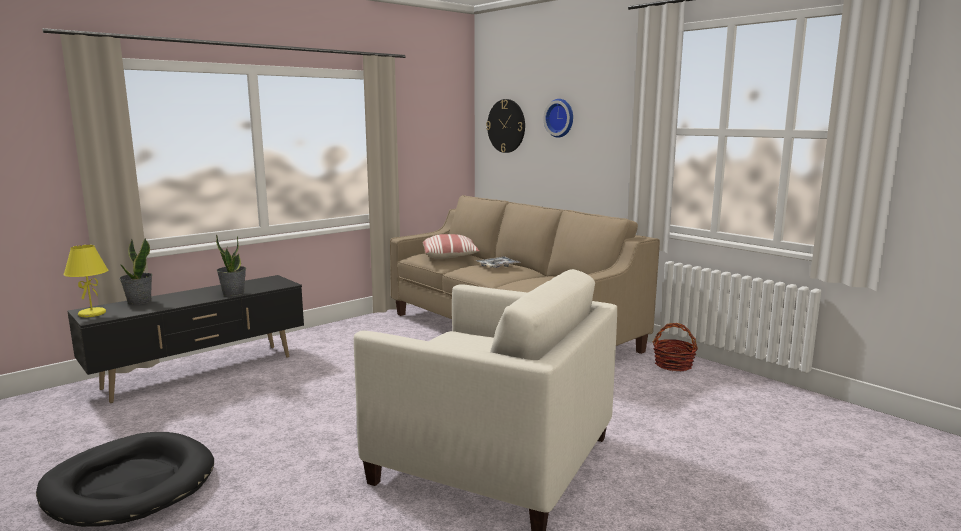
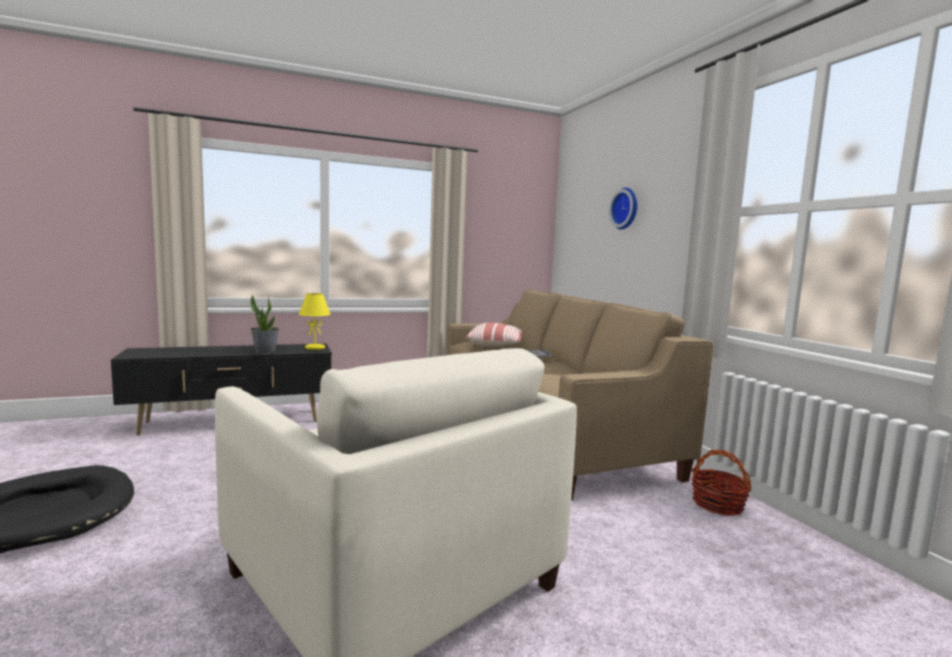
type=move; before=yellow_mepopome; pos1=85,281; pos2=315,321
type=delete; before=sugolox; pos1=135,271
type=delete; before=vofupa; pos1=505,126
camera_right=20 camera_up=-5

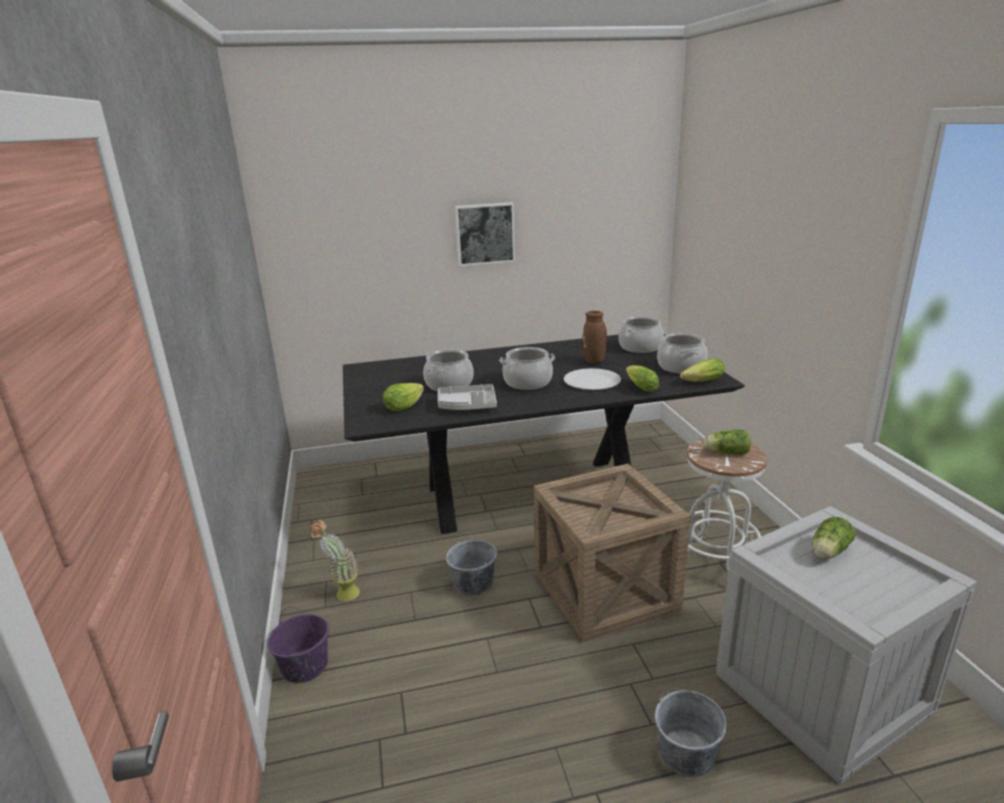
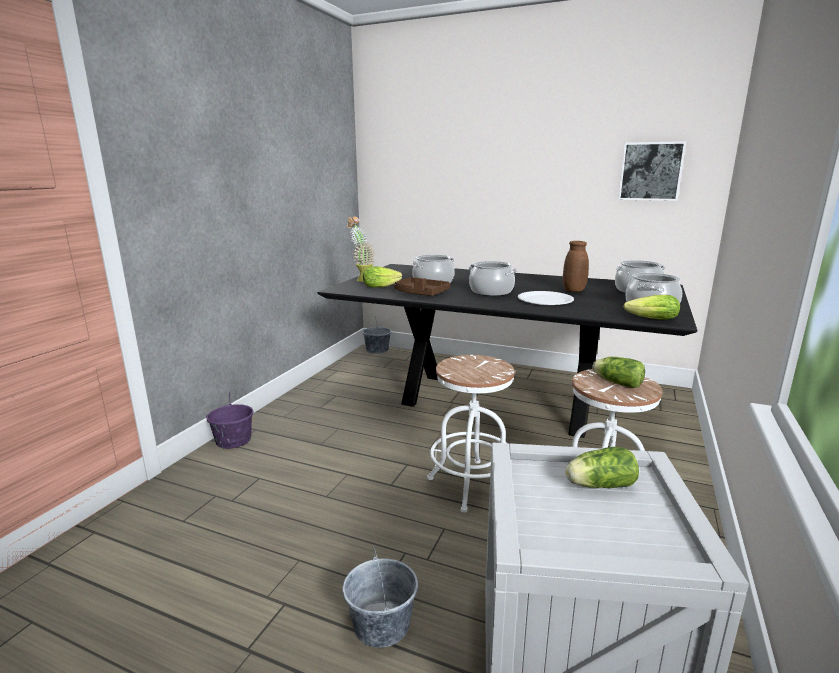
type=move; before=sugolox; pos1=335,560; pos2=361,249
type=move; before=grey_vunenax; pos1=471,563; pos2=377,335
type=recolor; before=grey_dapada; after=brown_dapada; pos1=467,397; pos2=422,286
type=replace; before=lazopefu; after=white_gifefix; pos1=612,553; pos2=471,433
type=move; before=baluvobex; pos1=485,234; pos2=652,171
type=delete; before=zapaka; pos1=642,378
camera_right=35 camera_up=-5

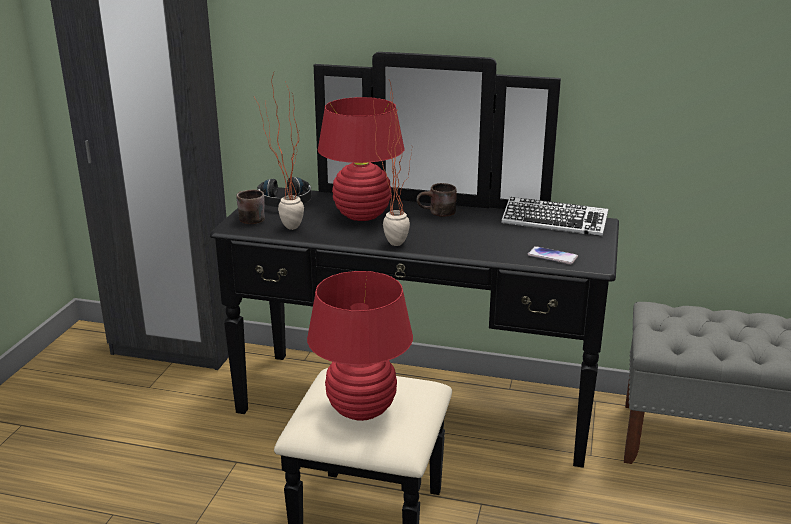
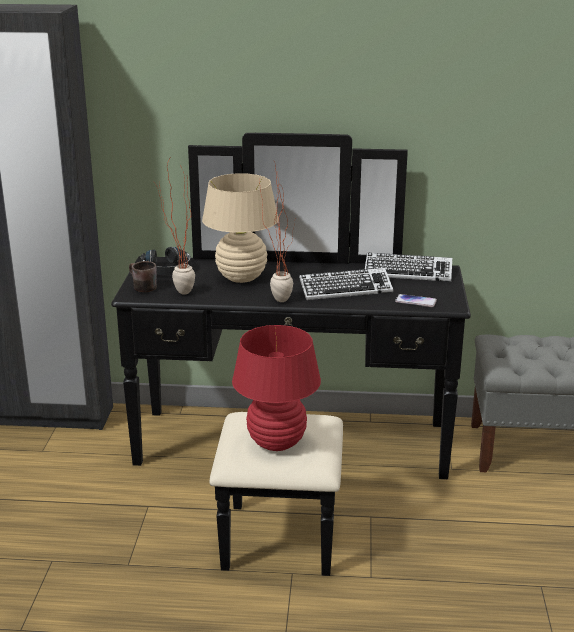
type=recolor; before=red_mepopome; after=beige_mepopome; pos1=361,159; pos2=240,228
type=insert; after=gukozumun; pos2=346,284
type=delete; before=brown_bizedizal; pos1=436,200
camera_right=-10 camera_up=0

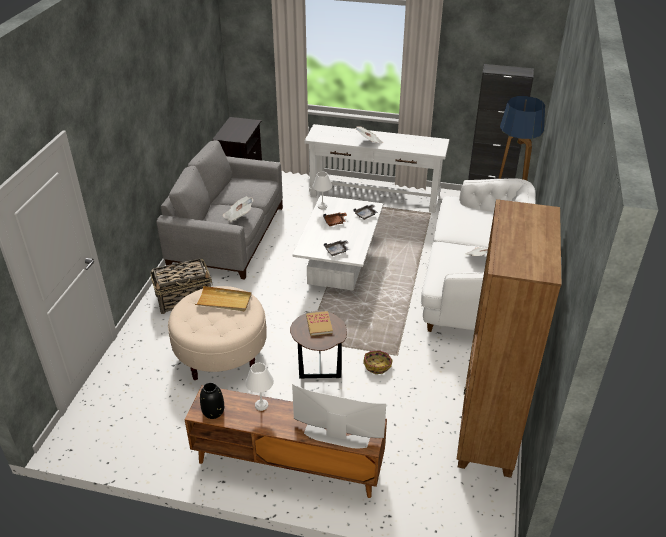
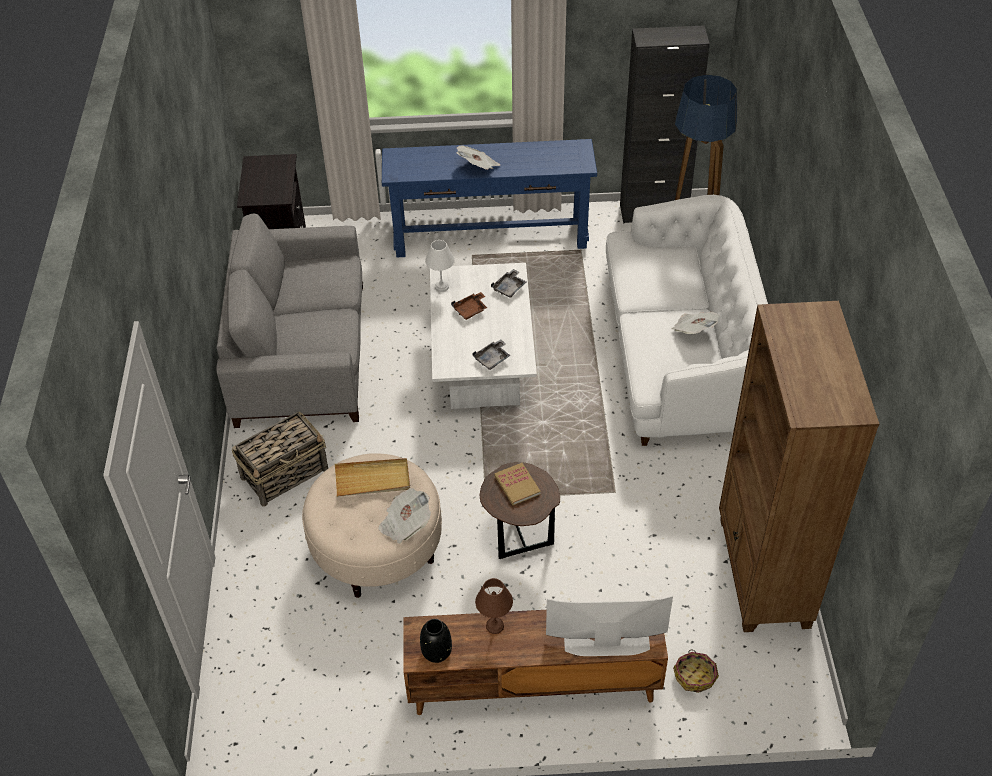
type=move; before=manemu; pos1=238,209; pos2=404,516
type=recolor; before=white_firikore; after=blue_firikore; pos1=377,168; pos2=489,198
type=recolor; before=white_mepopome; after=brown_mepopome; pos1=259,387; pos2=494,606
type=move; before=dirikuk; pos1=378,362; pos2=696,671
camera_right=-15 camera_up=10

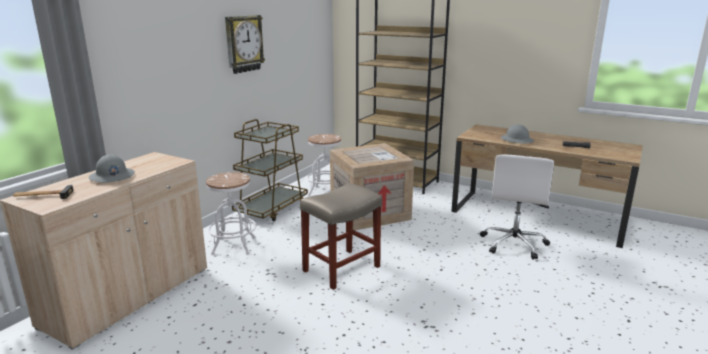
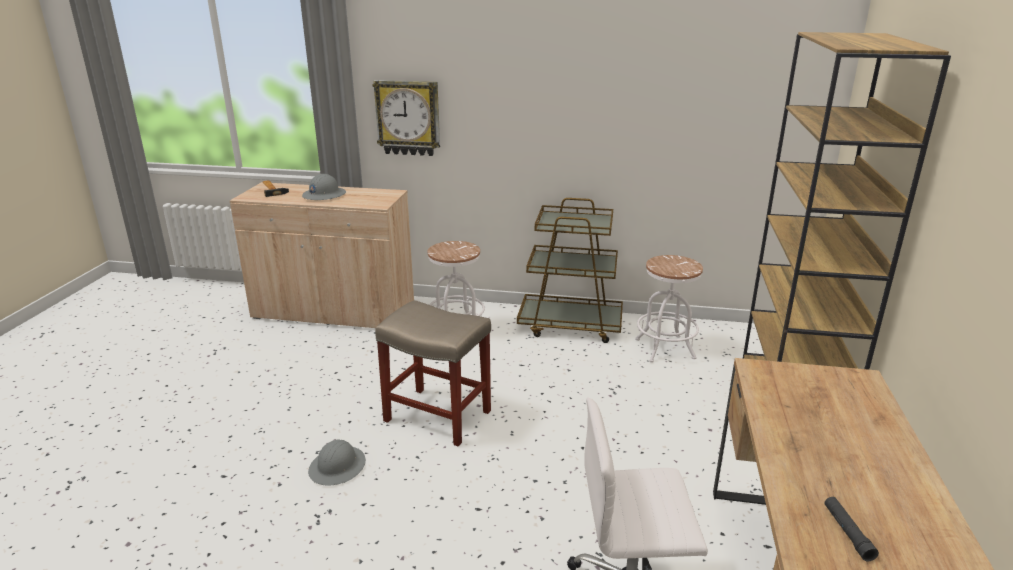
type=move; before=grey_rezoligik; pos1=517,134; pos2=337,462
type=move; before=vofupa; pos1=245,44; pos2=406,118
type=delete; before=lazopefu; pos1=372,186
camera_right=70 camera_up=5

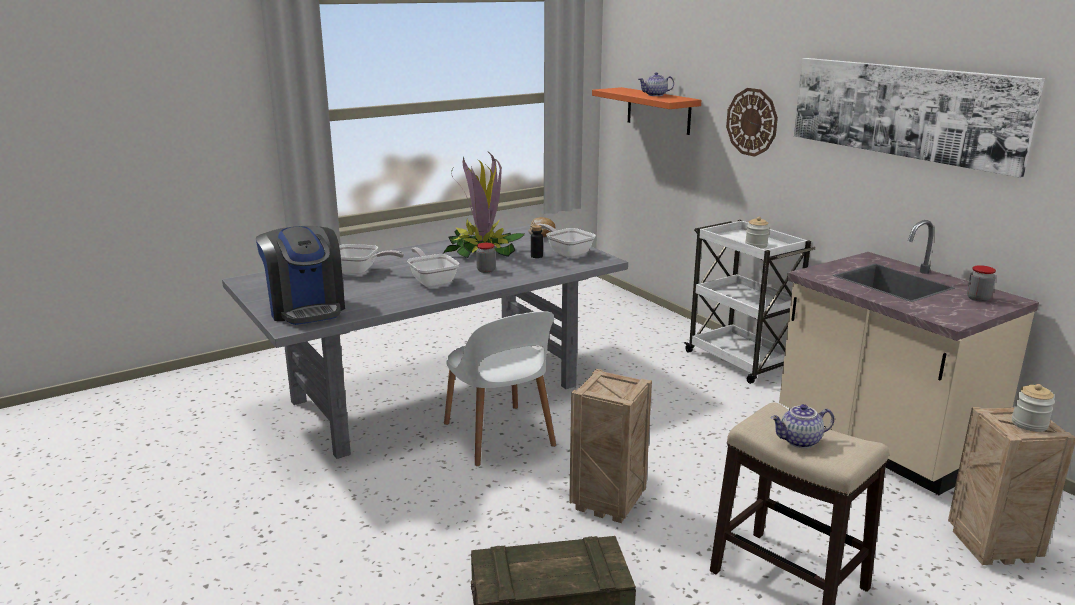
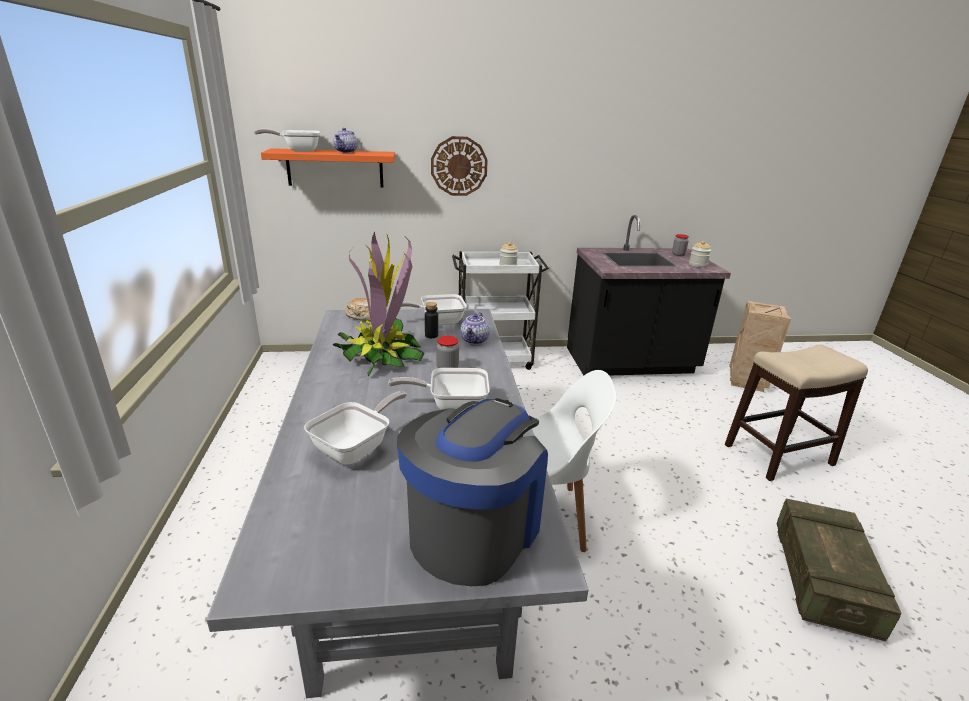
type=insert; after=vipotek; pos2=287,140
type=rotate; before=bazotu; pos1=300,275; pos2=472,492; turn=-60
type=move; before=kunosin; pos1=802,426; pos2=475,328
type=recolor; before=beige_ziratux; after=black_ziratux; pos1=909,357; pos2=649,295
type=move; before=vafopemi; pos1=1033,408; pos2=700,254
type=delete; before=lazopefu; pos1=610,446
type=delete; before=baluvobex; pos1=919,118
camera_right=-65 camera_up=5

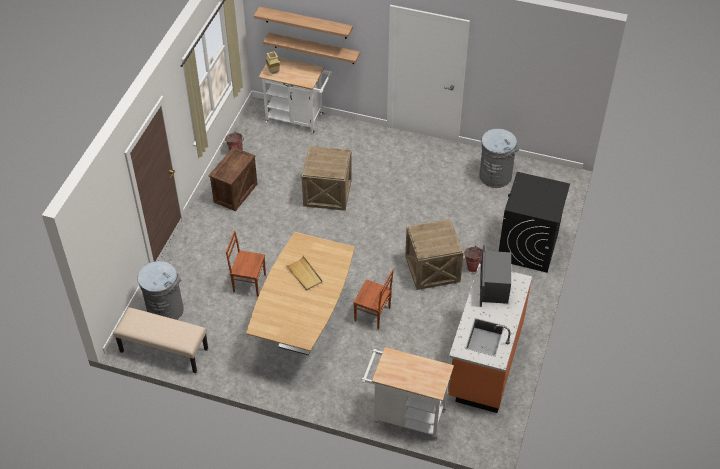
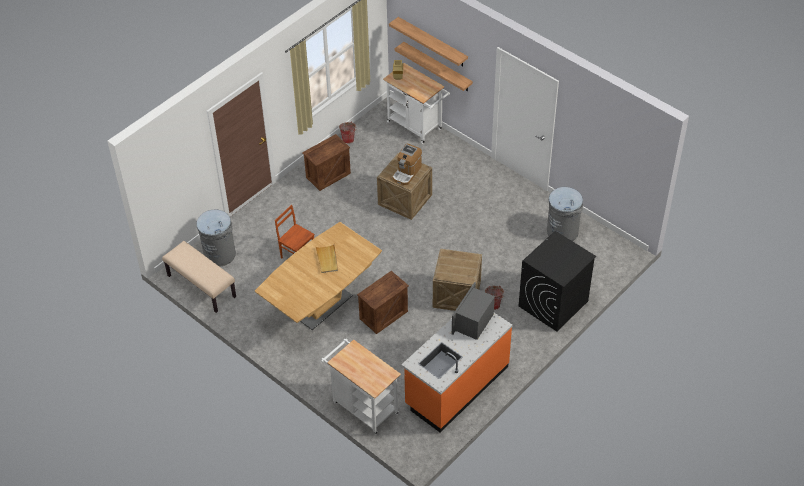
type=replace; before=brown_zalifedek; after=lazopefu; pos1=373,299; pos2=383,302
type=insert; after=bazotu; pos2=407,164
camera_right=25 camera_up=0

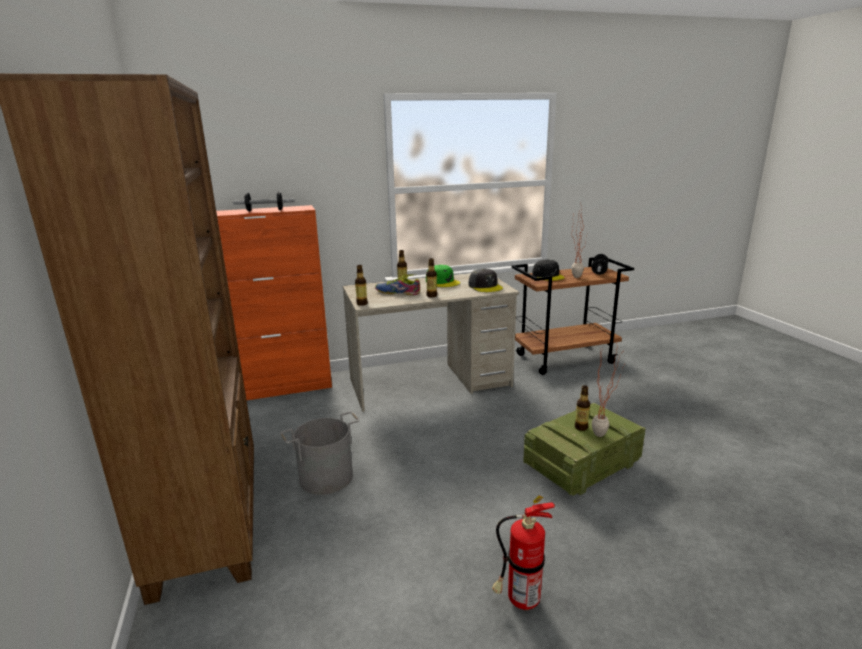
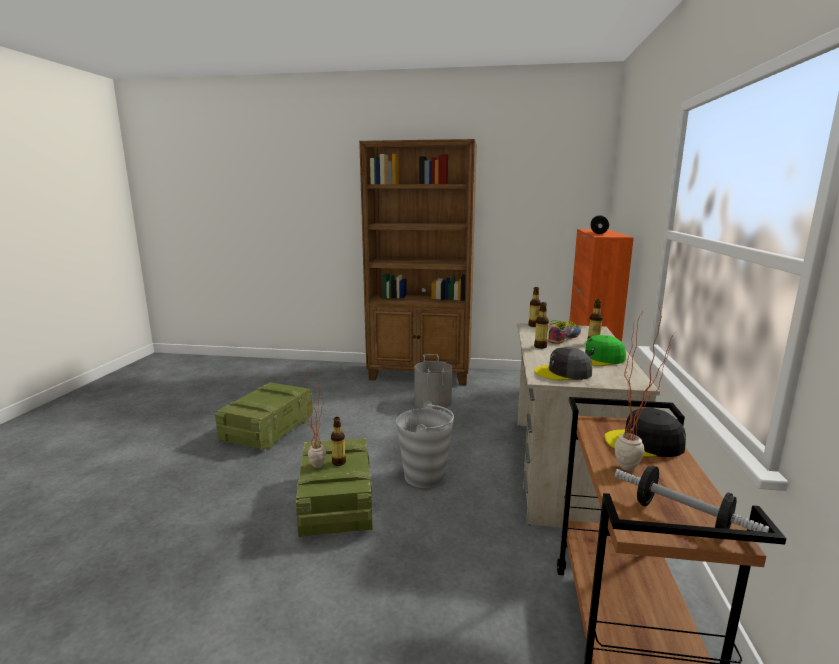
type=replace; before=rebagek; after=lazopefu; pos1=523,553; pos2=264,416
type=insert; after=grey_vunenax; pos2=425,444
camera_right=115 camera_up=-5

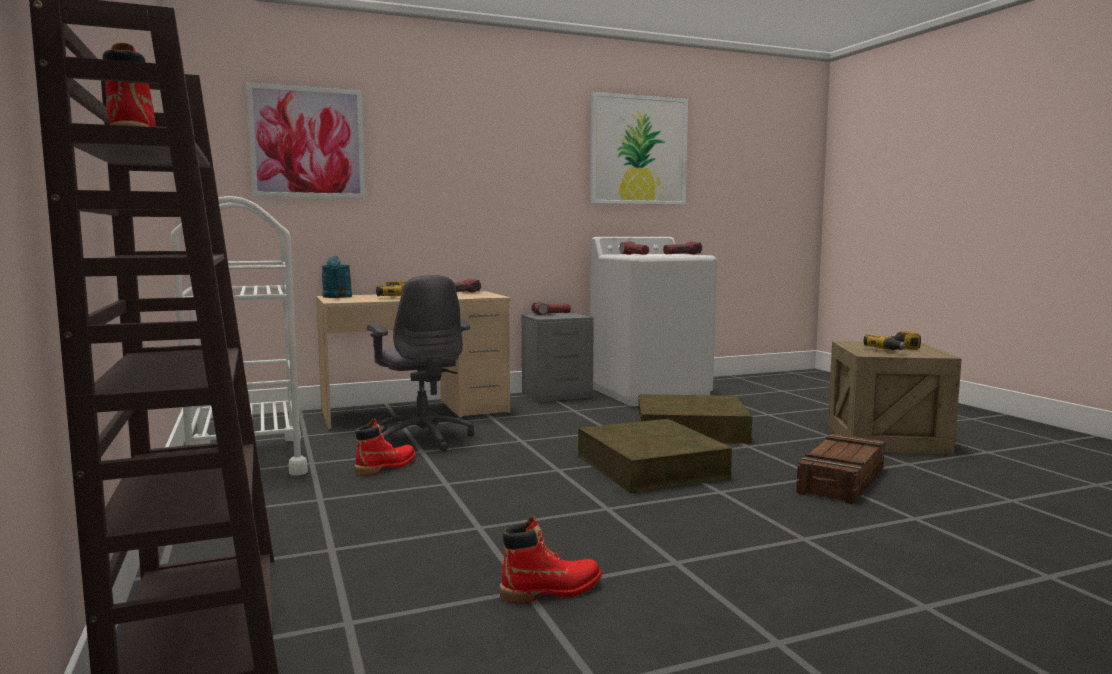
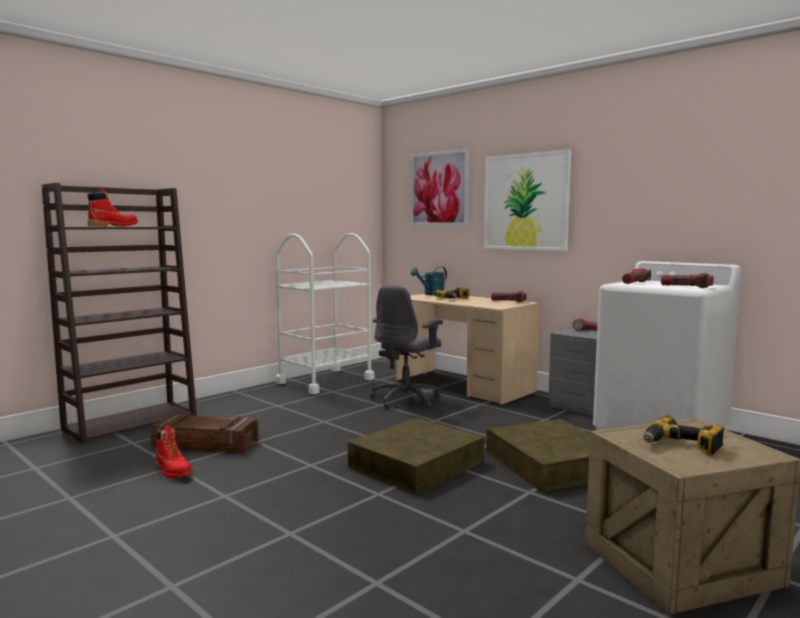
type=move; before=lazopefu; pos1=840,468; pos2=204,433
type=move; before=baluvobex; pos1=639,148; pos2=527,200
type=delete; before=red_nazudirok; pos1=385,447
camera_right=65 camera_up=0

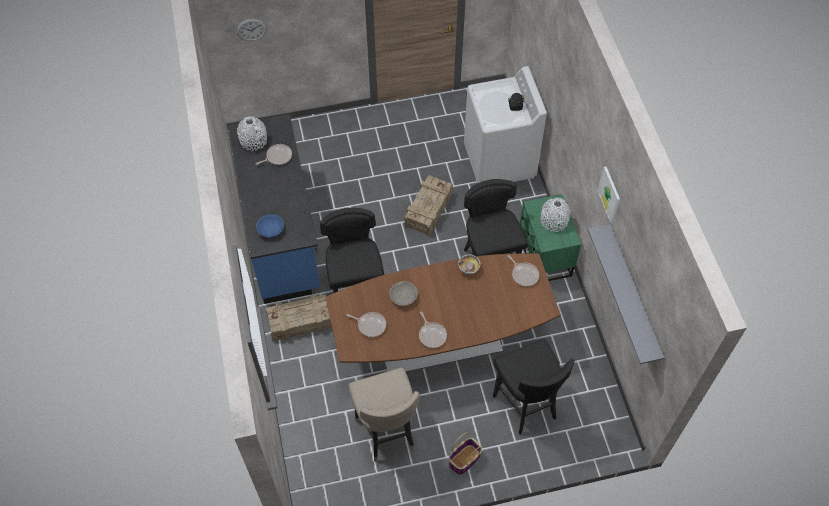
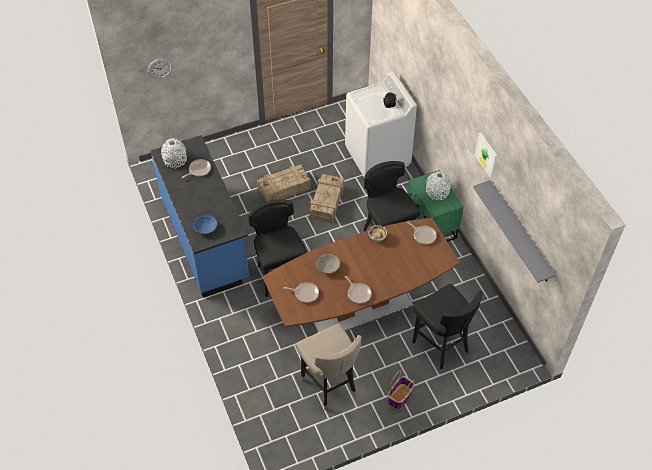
type=move; before=lazopefu; pos1=298,317; pos2=284,183
camera_right=-10 camera_up=-5

